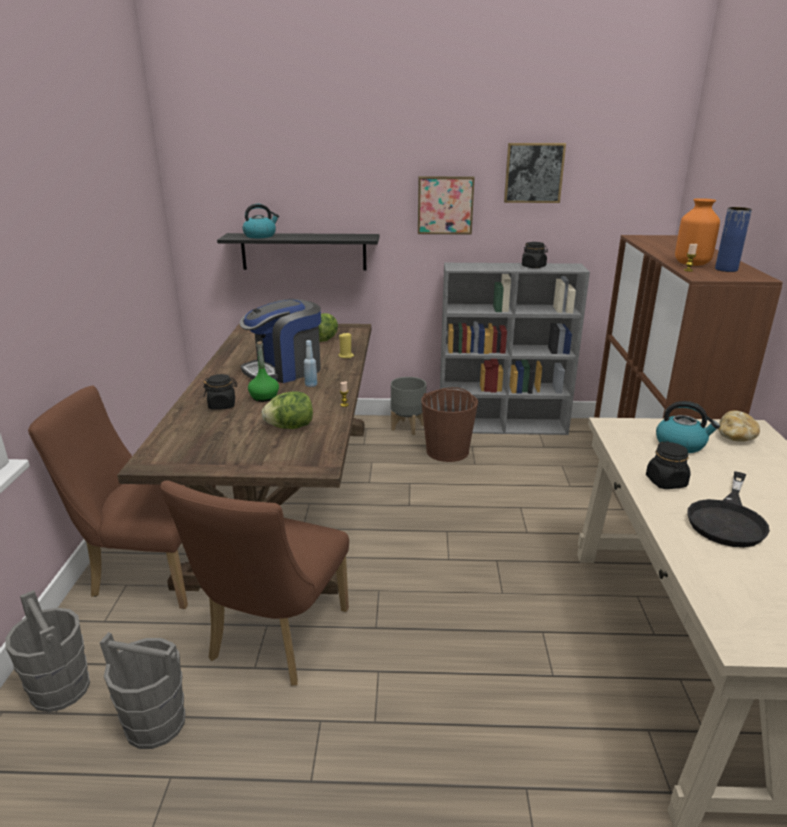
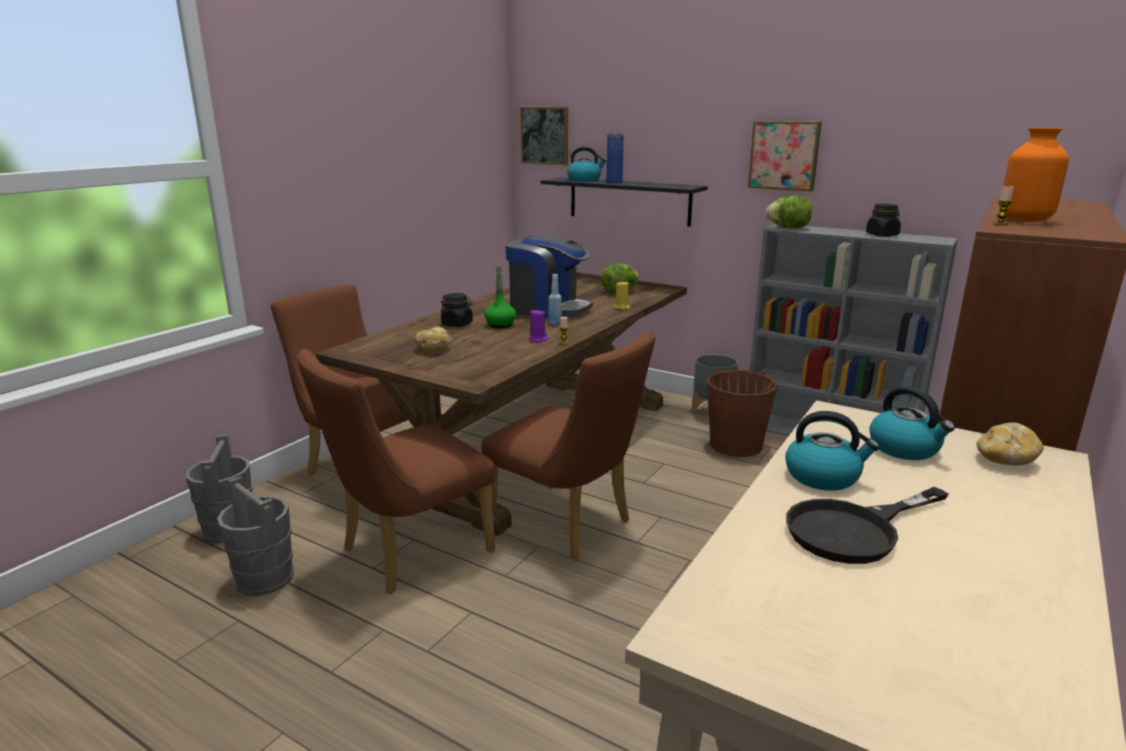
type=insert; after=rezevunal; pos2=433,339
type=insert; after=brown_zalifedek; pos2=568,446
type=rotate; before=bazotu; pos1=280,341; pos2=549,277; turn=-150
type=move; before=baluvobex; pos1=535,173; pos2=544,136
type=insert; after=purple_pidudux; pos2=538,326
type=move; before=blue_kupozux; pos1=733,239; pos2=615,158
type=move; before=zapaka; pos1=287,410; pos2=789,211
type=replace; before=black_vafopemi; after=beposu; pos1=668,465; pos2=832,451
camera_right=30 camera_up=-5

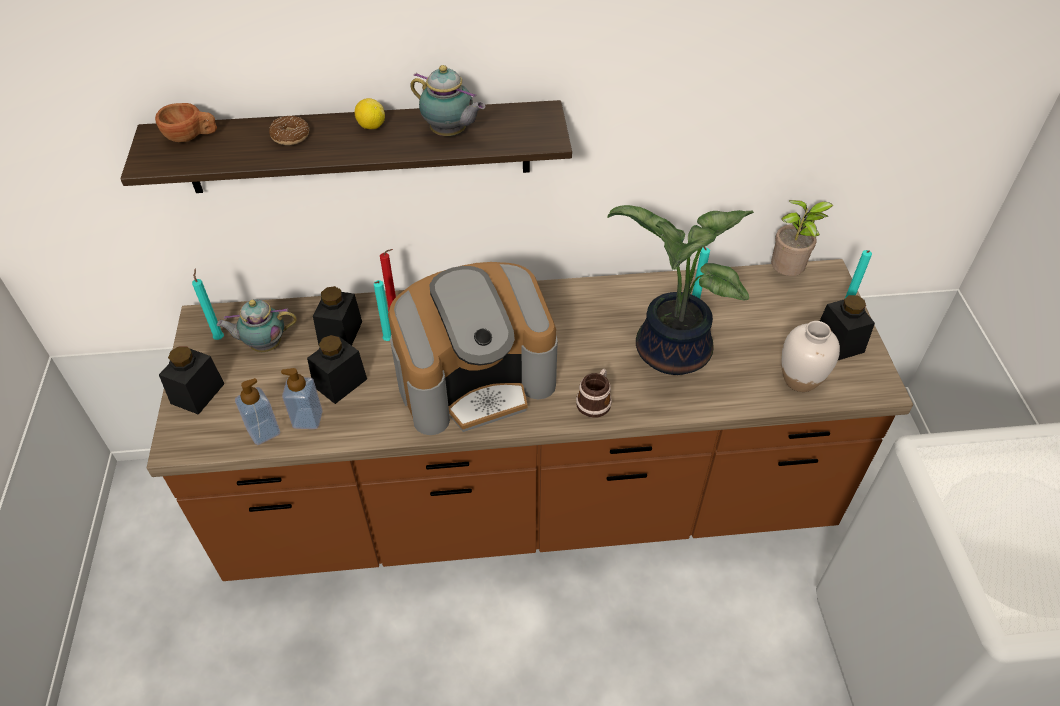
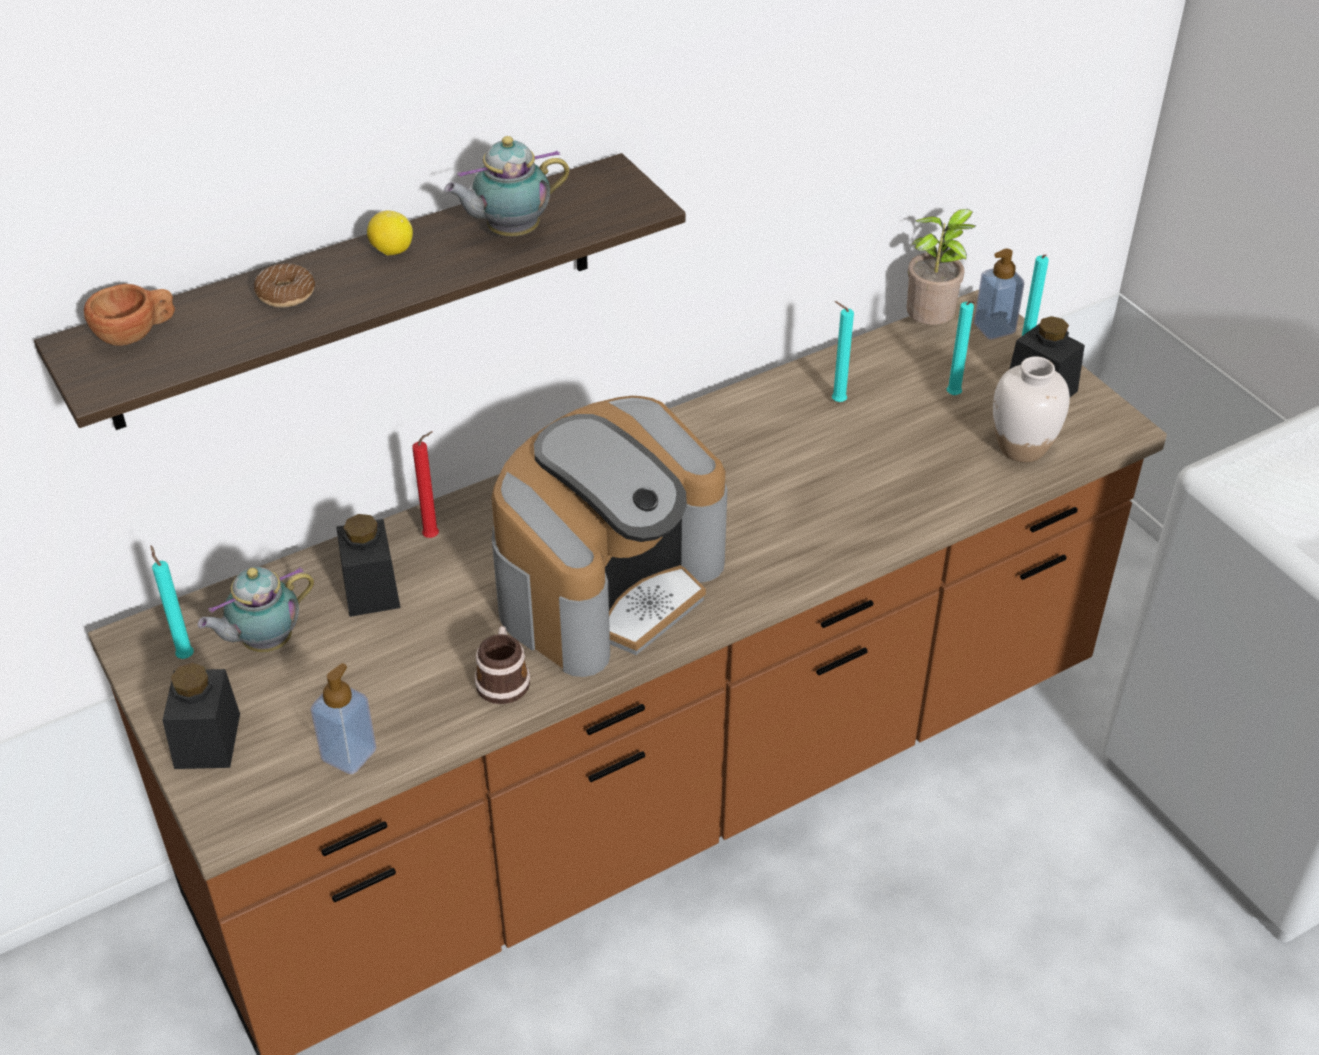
type=rotate; before=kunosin; pos1=447,100; pos2=507,186; turn=150
type=move; before=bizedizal; pos1=594,393; pos2=502,665
type=move; before=turquoise_pidudux; pos1=382,310; pos2=961,347
type=move; before=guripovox; pos1=302,398; pos2=999,294
type=delete; before=black_vafopemi; pos1=337,369
type=delete; before=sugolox; pos1=680,290
camera_right=-25 camera_up=-5

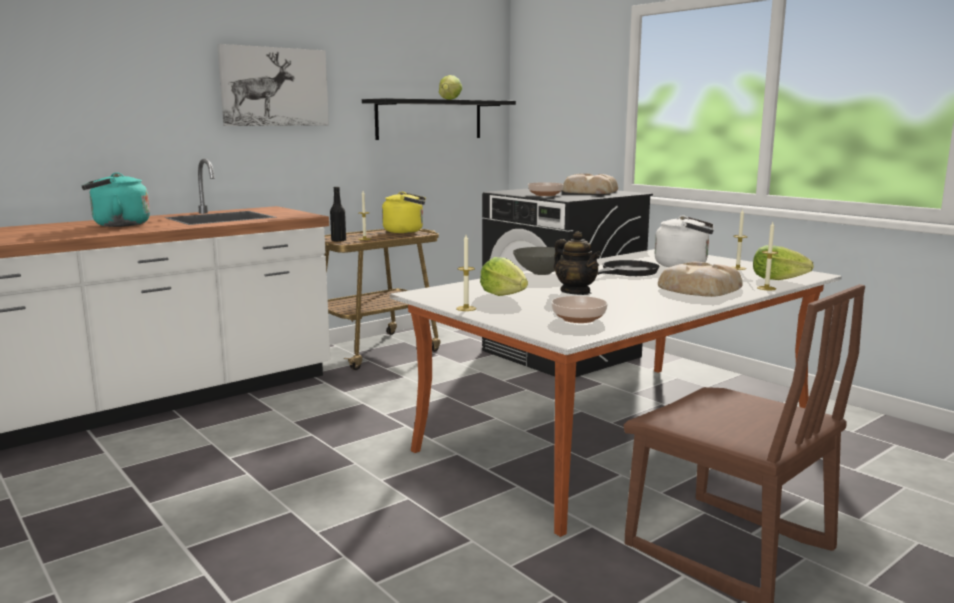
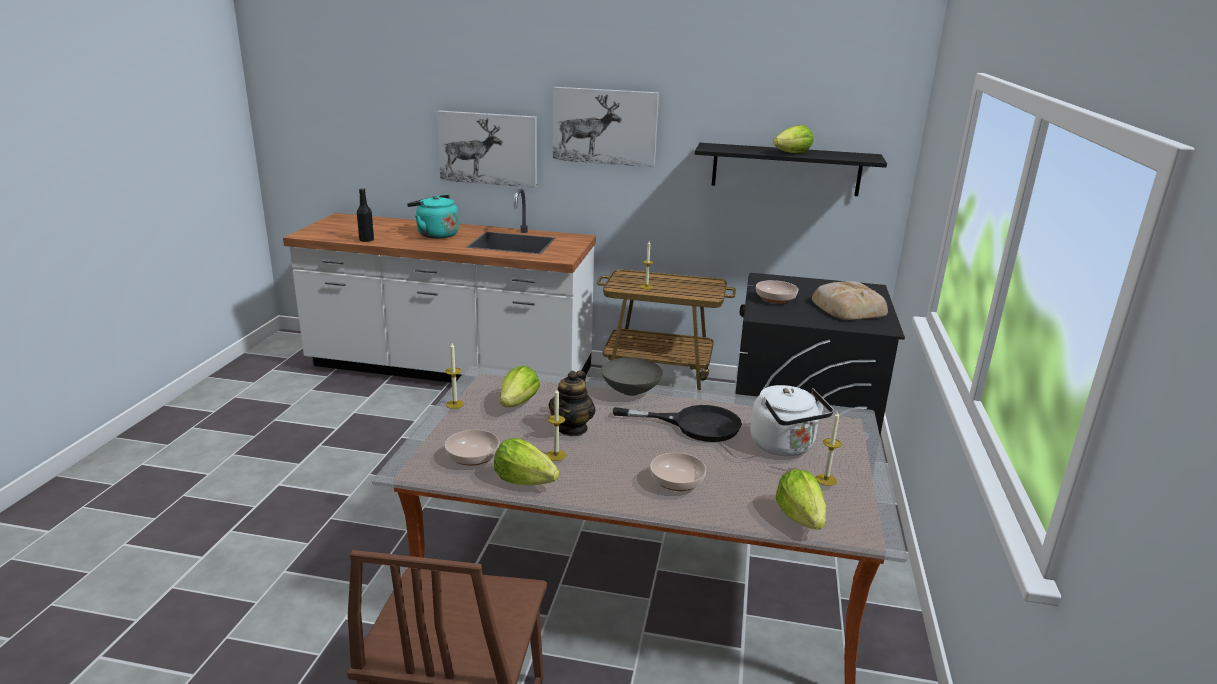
type=move; before=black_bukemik; pos1=338,214; pos2=365,215
type=insert; after=baluvobex; pos2=487,149
type=insert; after=zapaka; pos2=527,461
type=move; before=pidudux; pos1=767,256; pos2=556,424
type=replace; before=rezevunal; after=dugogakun; pos1=700,279; pos2=678,472
type=delete; before=yellow_beposu; pos1=404,212
camera_right=50 camera_up=10

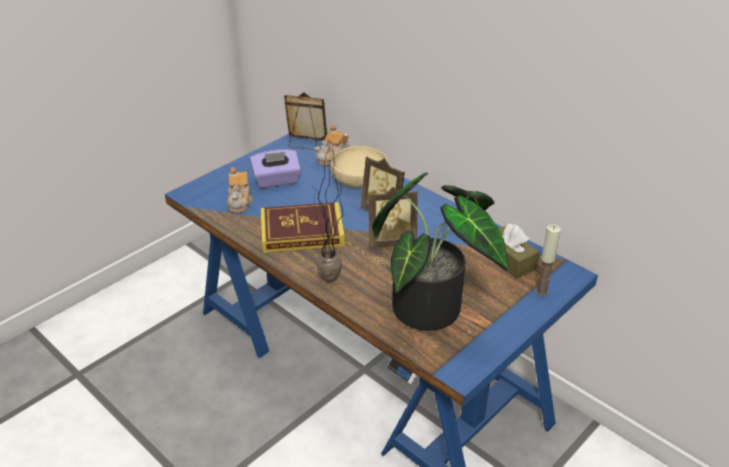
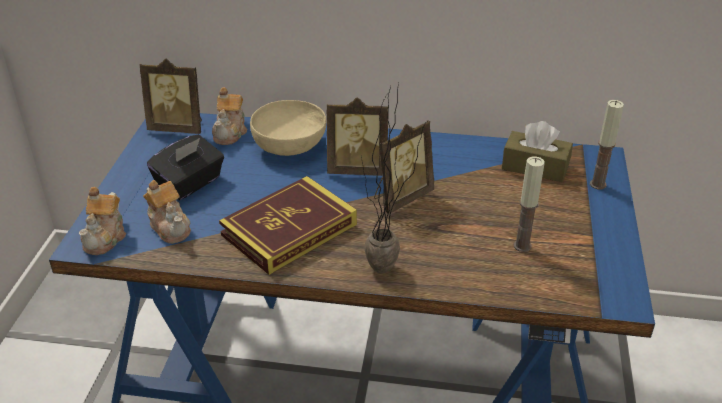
type=insert; after=kunosin; pos2=102,221
type=rotate; before=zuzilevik; pos1=305,121; pos2=171,96; turn=-150
type=recolor; before=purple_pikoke; after=black_pikoke; pos1=275,169; pos2=185,167
type=replace; before=sugolox; after=pidudux; pos1=440,251; pos2=529,204
camera_right=-35 camera_up=0

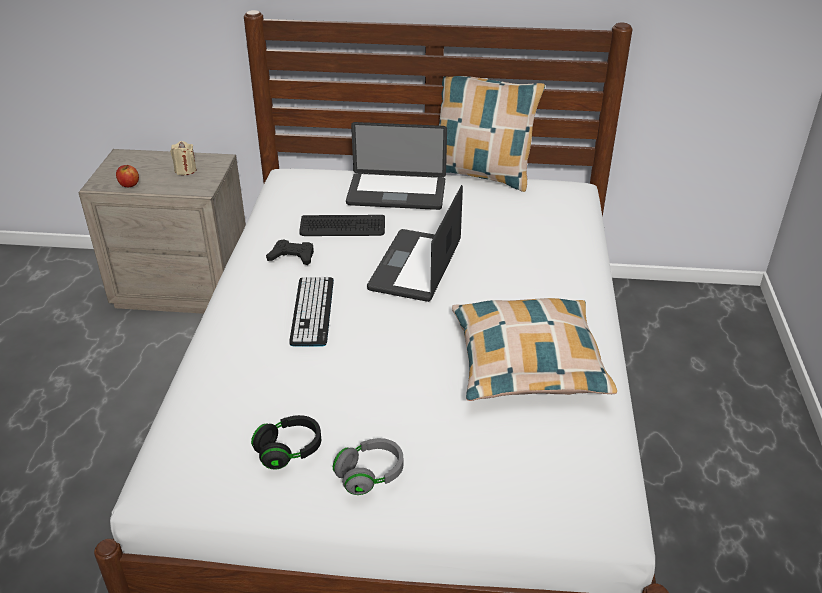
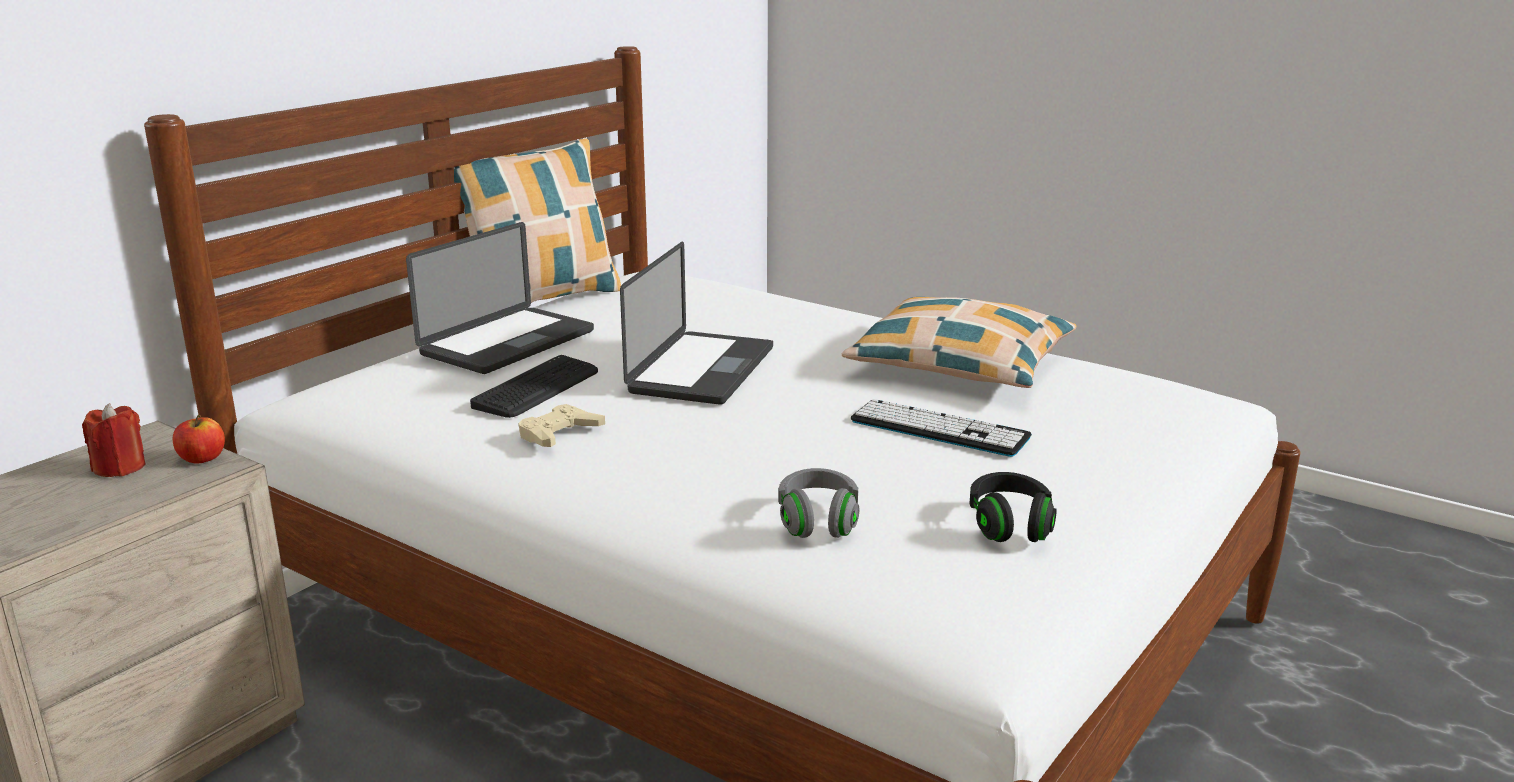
type=recolor; before=beige_pidudux; after=red_pidudux; pos1=183,158; pos2=113,440
type=move; before=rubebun; pos1=127,176; pos2=199,439
type=recolor; before=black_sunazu; after=beige_sunazu; pos1=290,252; pos2=561,425
type=rotate; before=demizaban; pos1=415,243; pos2=696,323; turn=-120
type=move; before=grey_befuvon; pos1=368,466; pos2=818,503
type=move; before=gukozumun; pos1=311,312; pos2=941,428
camera_right=-60 camera_up=-15

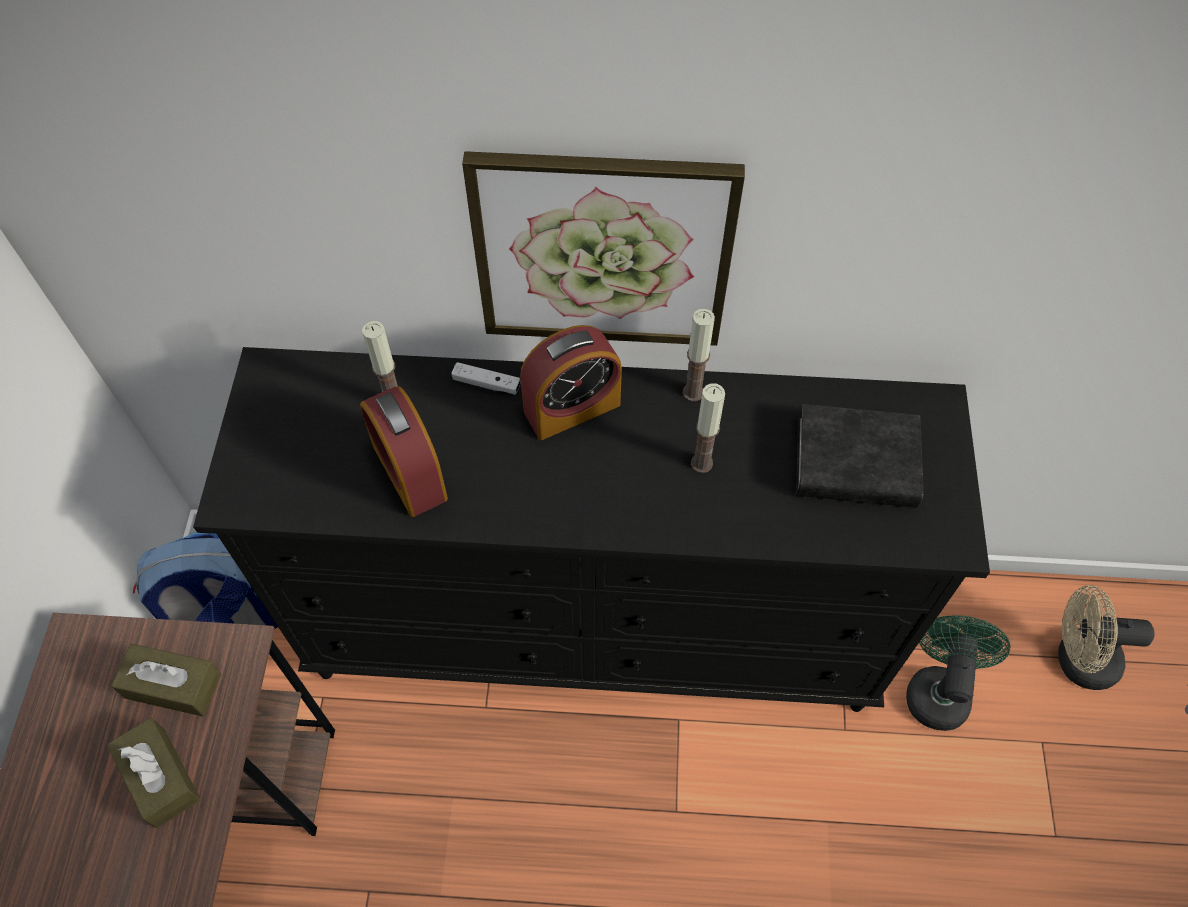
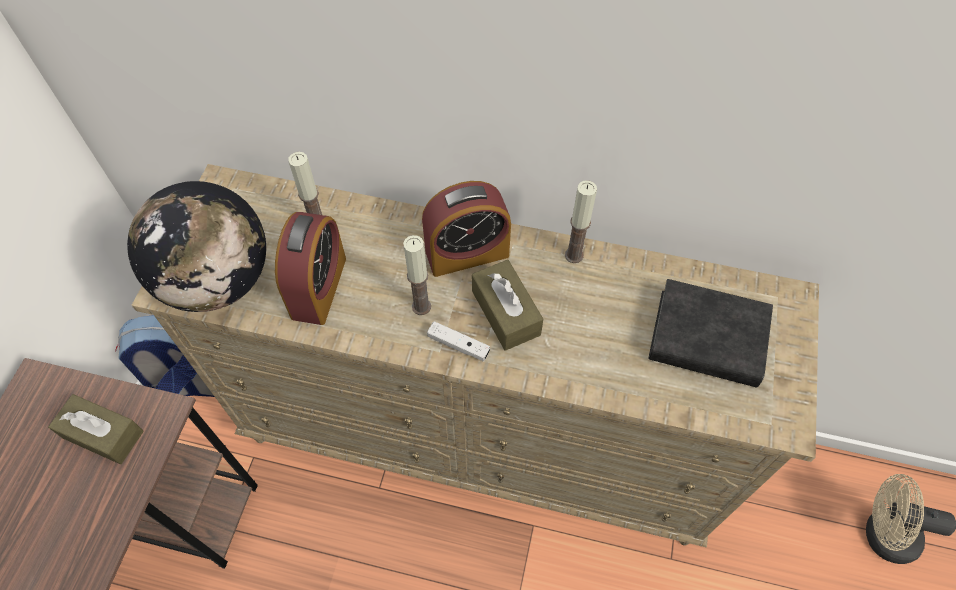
type=insert; after=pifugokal; pos2=196,246
type=recolor; before=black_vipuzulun; after=beige_vipuzulun; pos1=591,529; pos2=475,356
type=rotate; before=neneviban; pos1=404,451; pos2=310,268; turn=-150
type=move; before=pidudux; pos1=708,428; pos2=417,275
type=move; before=white_sunazu; pos1=486,378; pos2=458,341
type=move; before=brown_pikoke; pos1=154,772; pos2=507,305
type=delete; before=baluvobex; pos1=603,248
type=delete; before=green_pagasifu; pos1=958,673
camera_right=10 camera_up=0

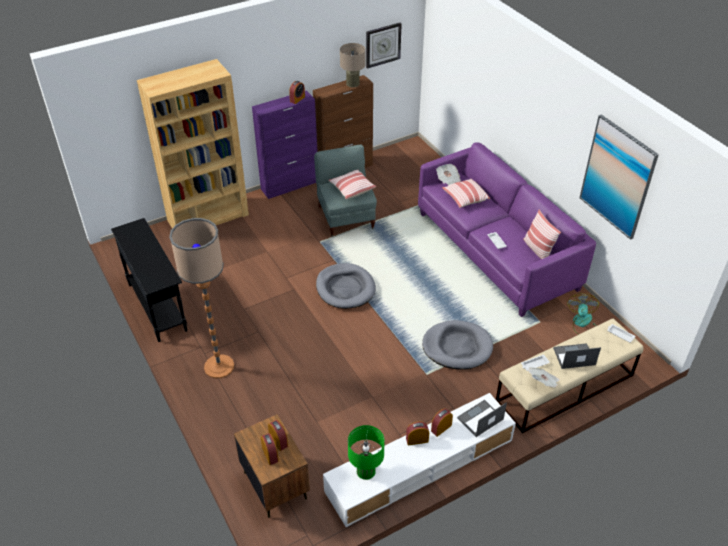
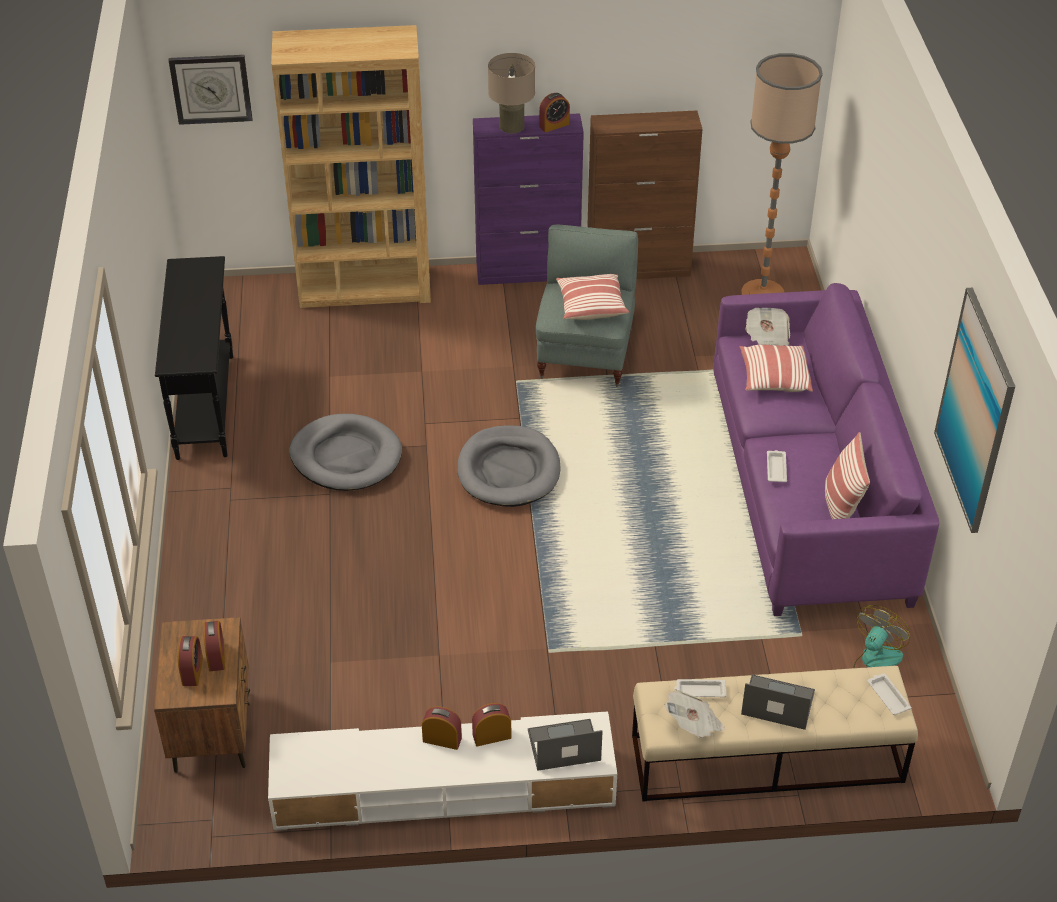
type=move; before=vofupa; pos1=384,46; pos2=211,90
type=move; before=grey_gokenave; pos1=457,345; pos2=345,452
type=move; before=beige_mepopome; pos1=352,65; pos2=511,93
type=move; before=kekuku; pos1=201,298; pos2=782,174
type=delete; before=green_mepopome; pos1=366,452
camera_right=25 camera_up=0

